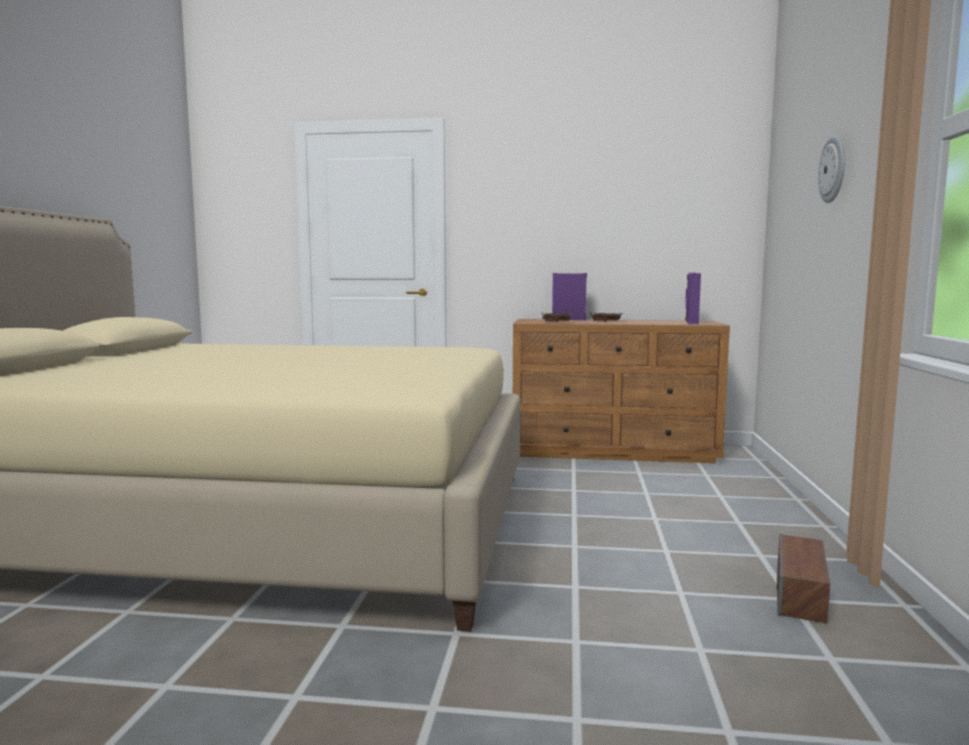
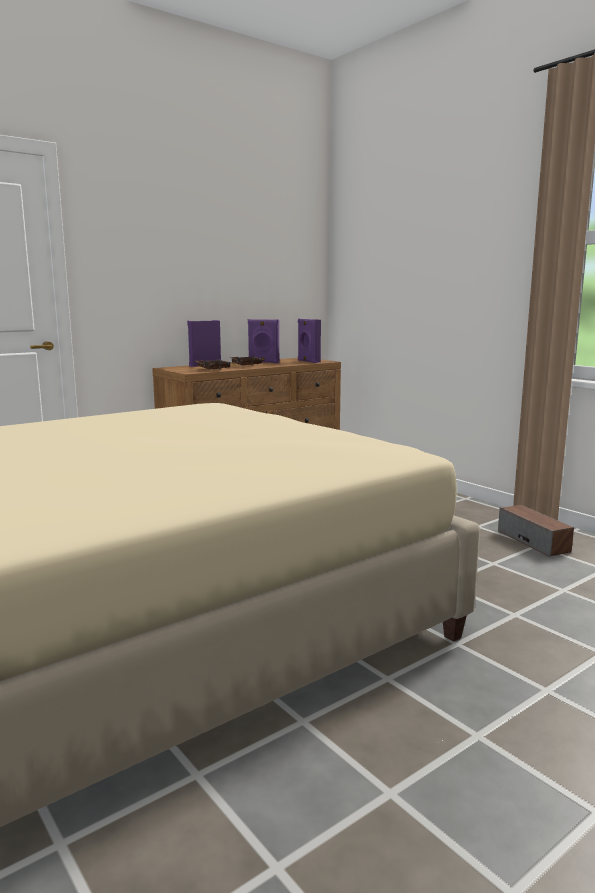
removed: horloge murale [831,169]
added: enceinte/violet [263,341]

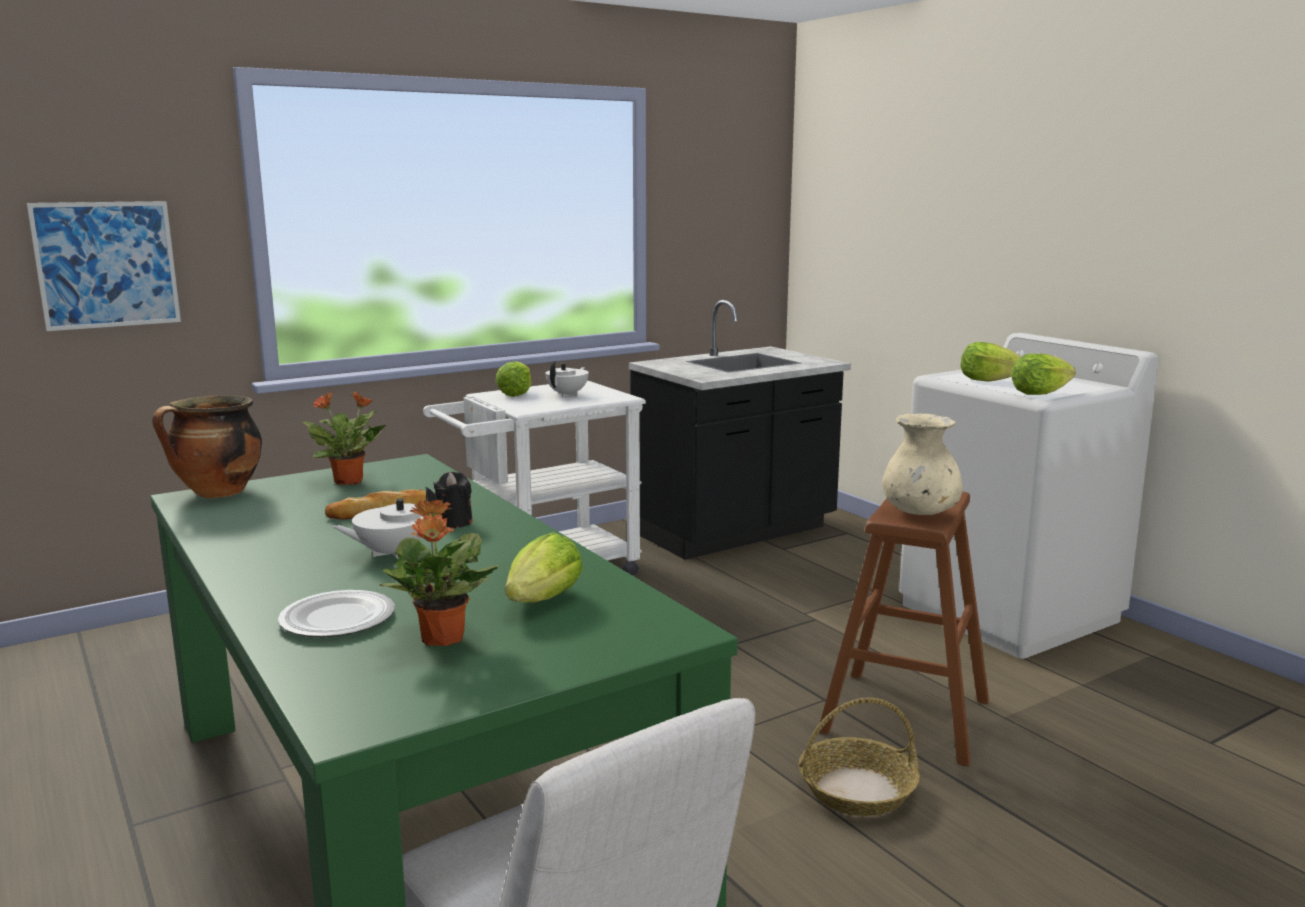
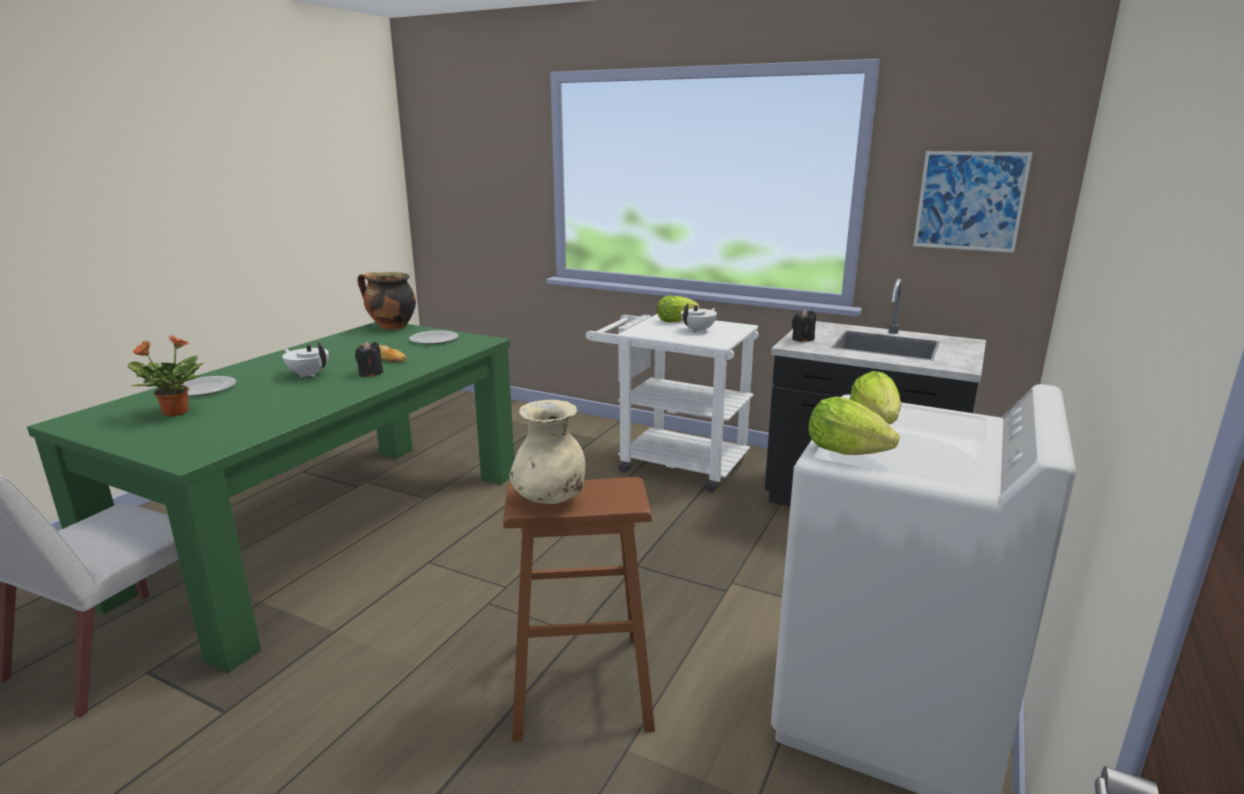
removed: laitue [543,567]; panier [859,757]
added: bougie/noir [804,325]
moved: tableau [104,266] to [973,202]
replaced: plante en pot [344,438] to assiette [433,337]
turned: théière/blanc [567,379] = [699,318] 45 degrees counterclockwise

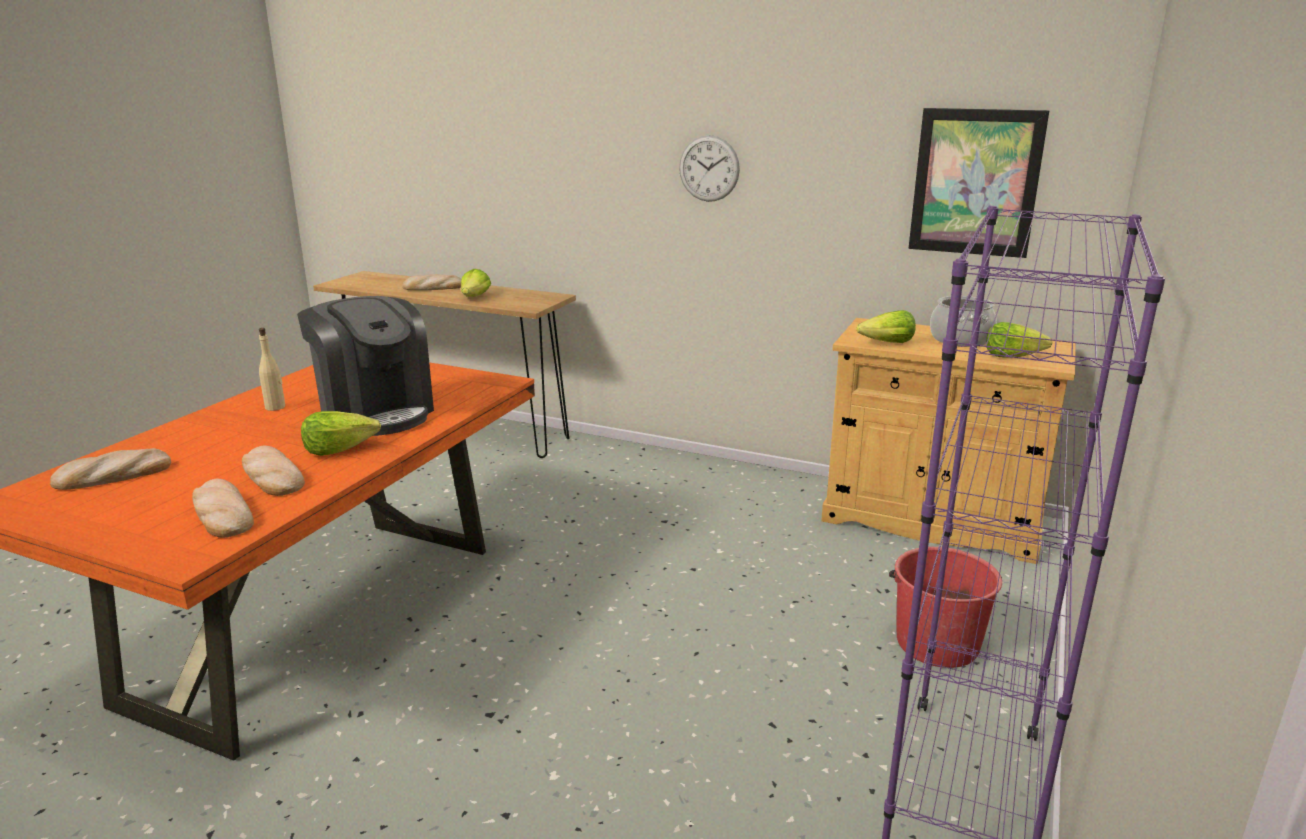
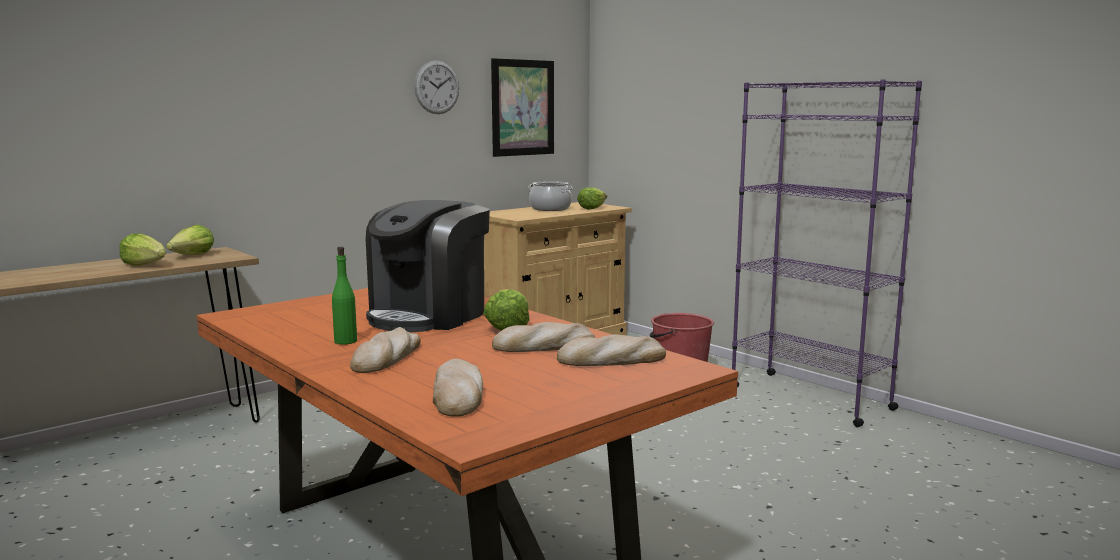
moved: horloge murale [709,168] to [436,87]; pain [432,282] to [385,350]; laitue [886,326] to [190,240]
recoloured: bouteille/beige [272,369] to bouteille/vert [344,296]
turned: machine à café [365,366] = [428,266] 135 degrees clockwise

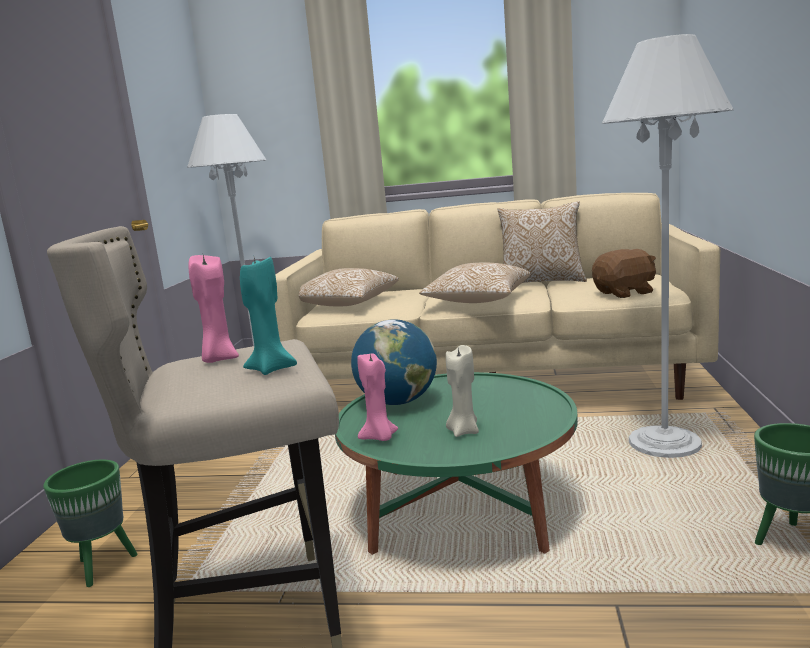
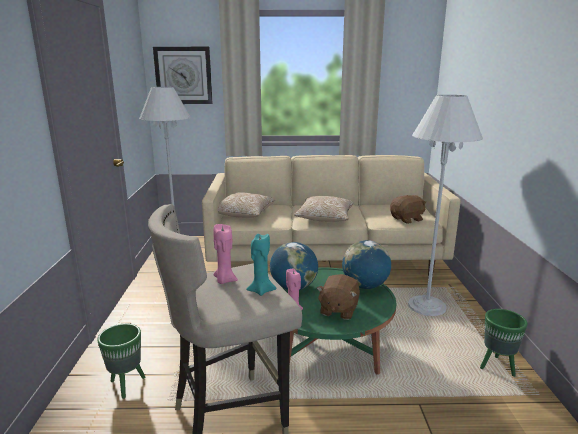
removed: coussin [542,242]
added: horloge murale [183,75]; globe [366,264]
replaced: bougie/beige [462,391] to peluche/marron [338,297]

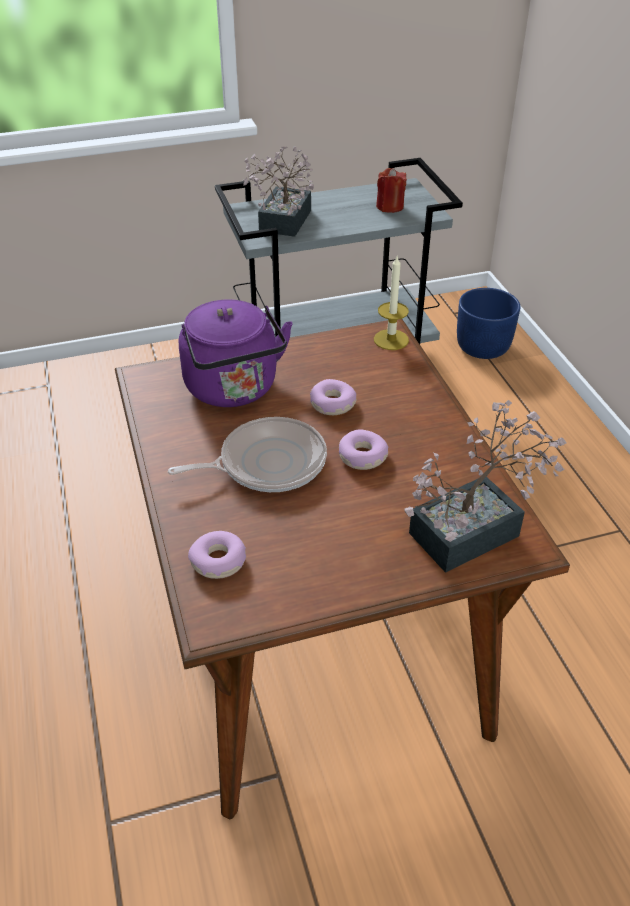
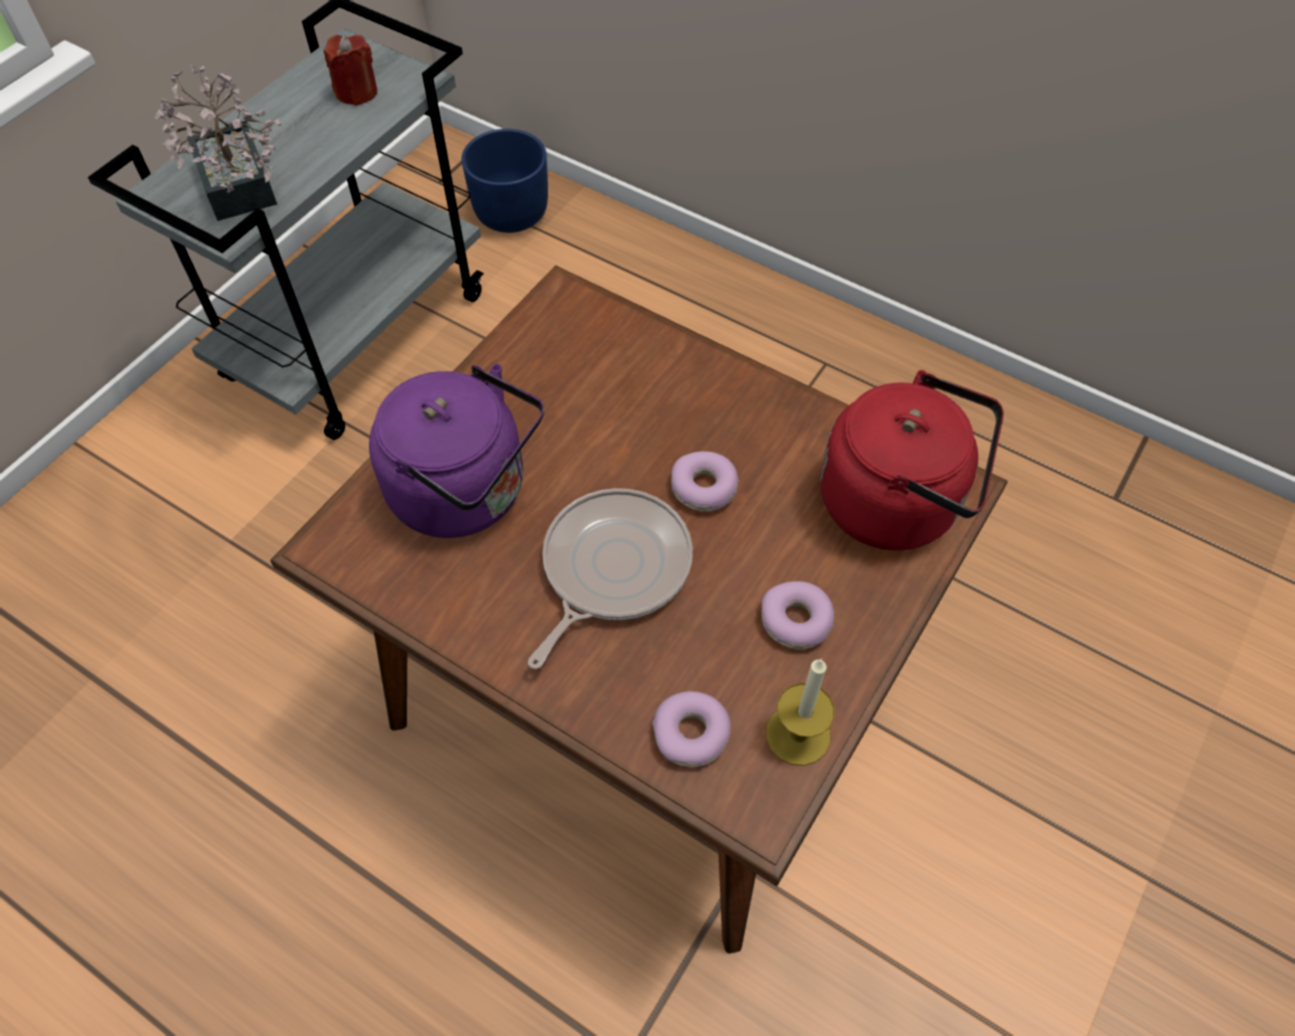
moved: bougie [391,303] to [800,712]; beignet [333,397] to [798,615]
replaced: plante en pot [486,486] to bouilloire/rouge [912,460]

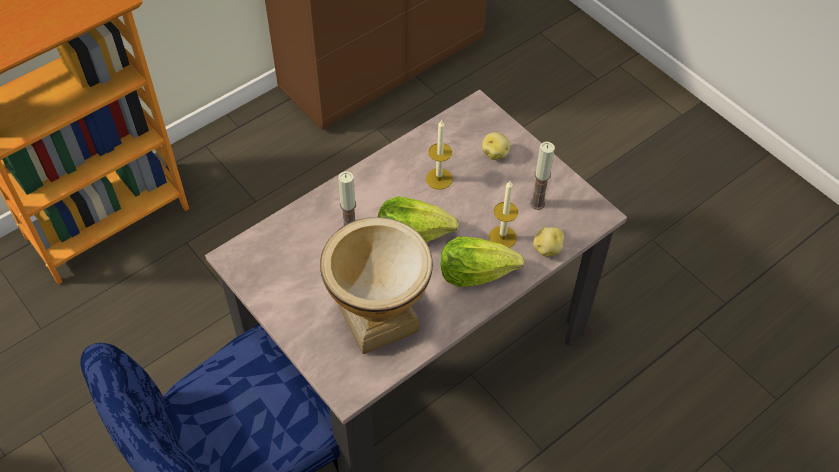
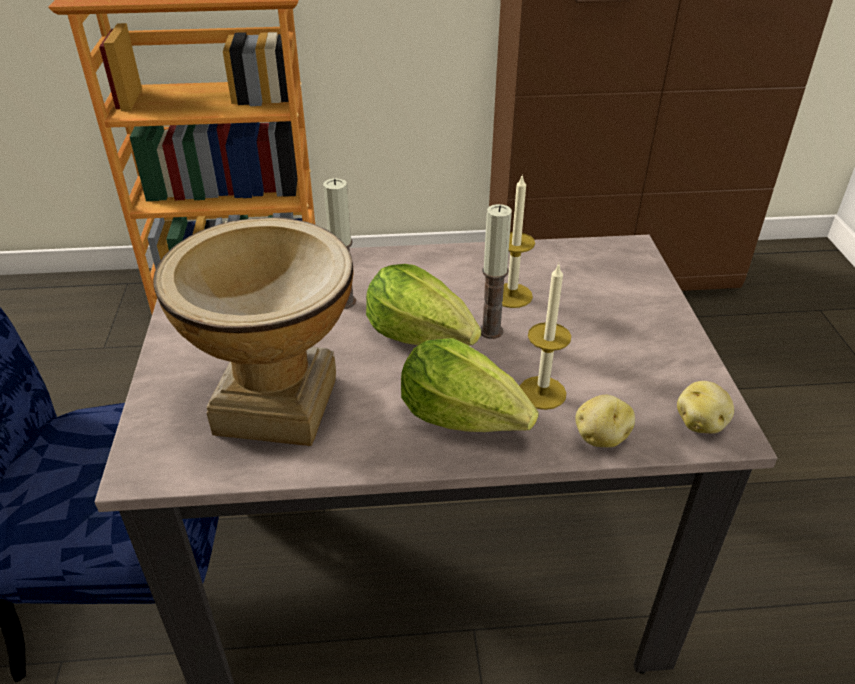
moved: pomme de terre [496,146] to [705,407]; bougie [542,176] to [496,271]

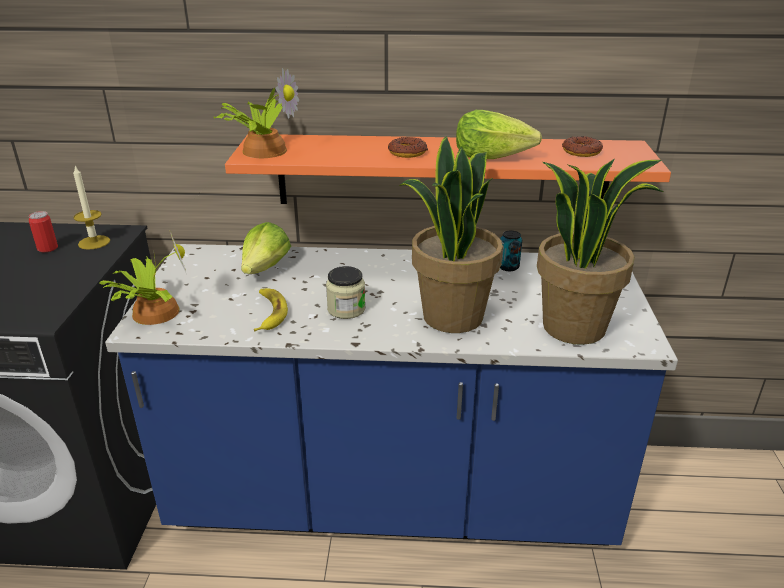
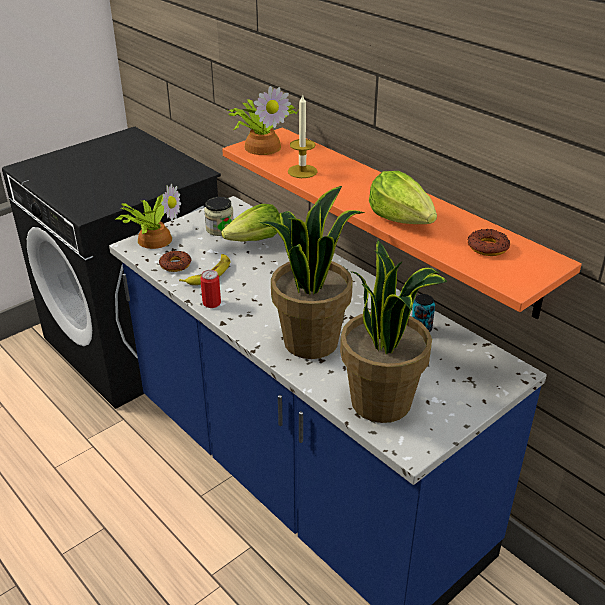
moved: beignet [408,147] to [175,261]; bougie [91,208] to [303,136]; boîte métallique [43,231] to [210,289]; bocal [345,292] to [219,216]

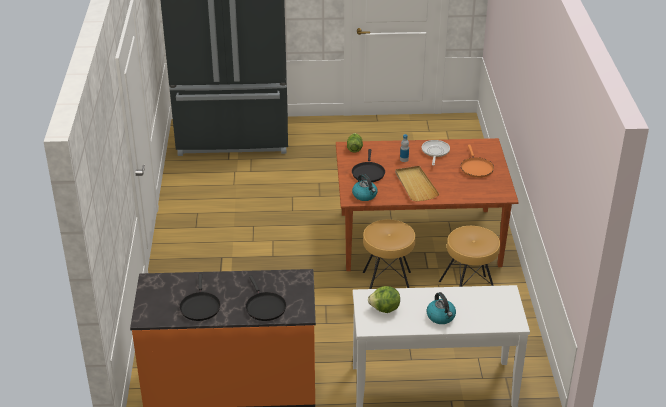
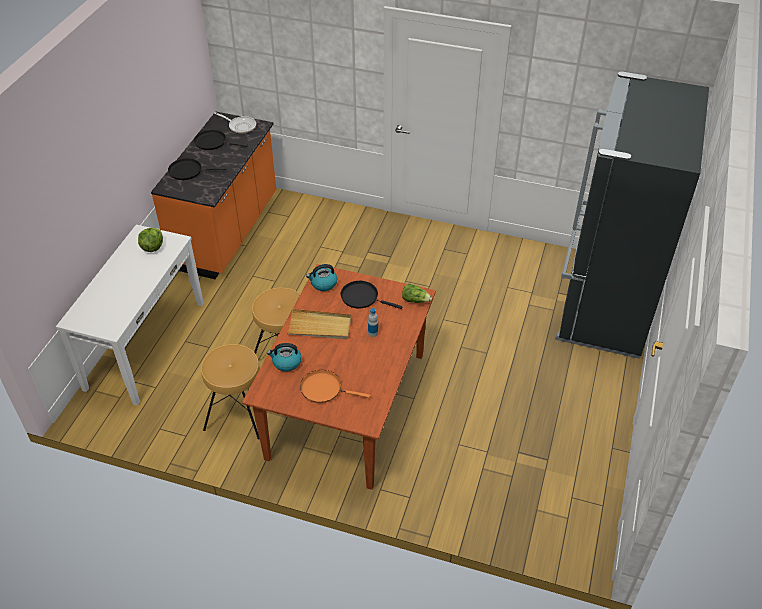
moved: poêle [436,152] to [235,123]; bouilloire [441,308] to [284,357]

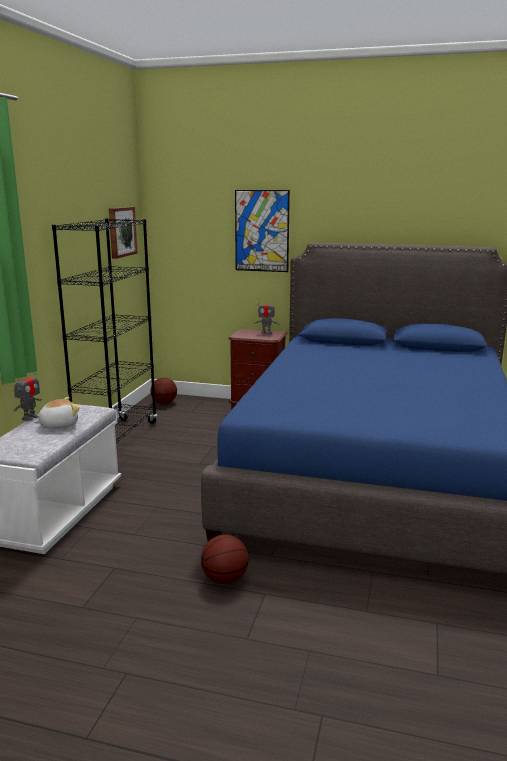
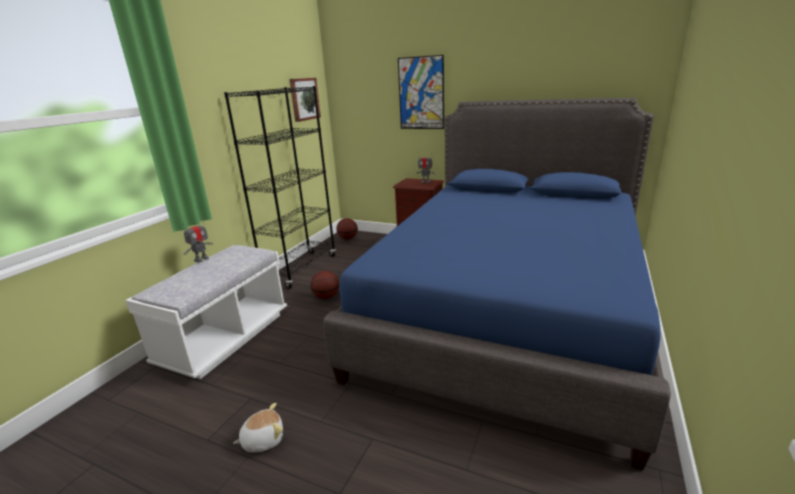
moved: peluche [57,413] to [258,428]; ballon de basket [225,559] to [324,285]

